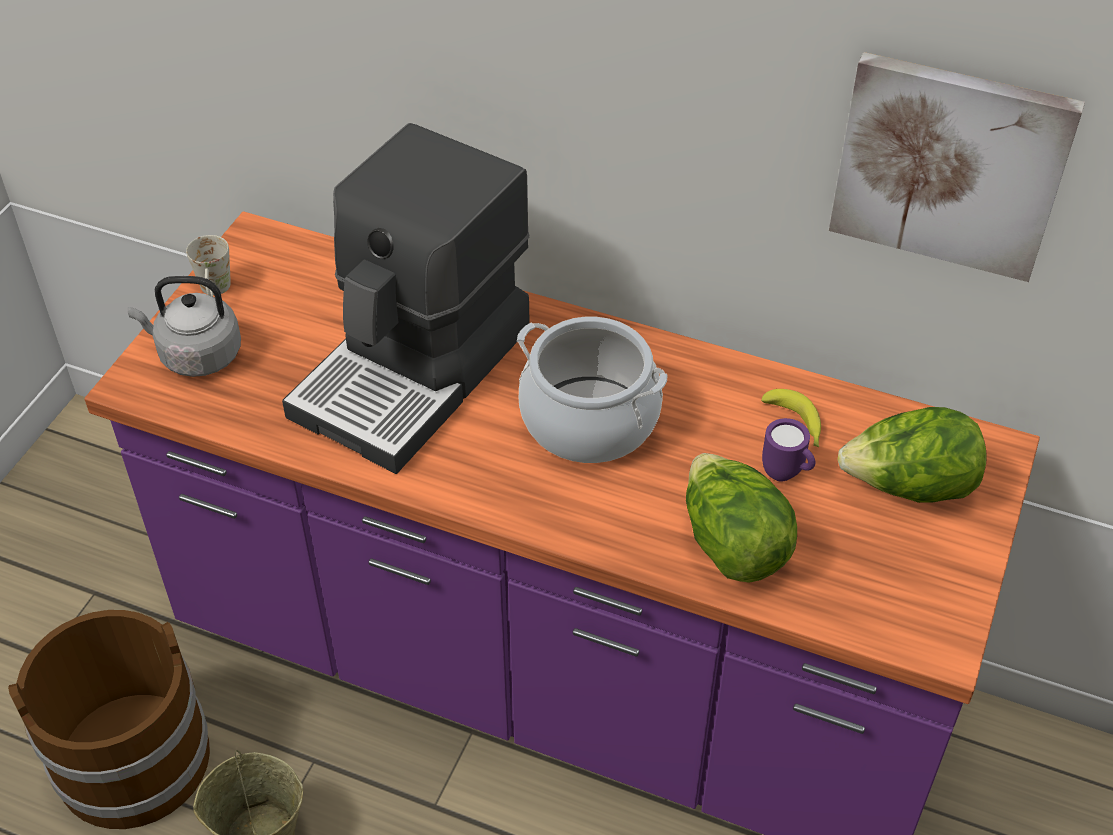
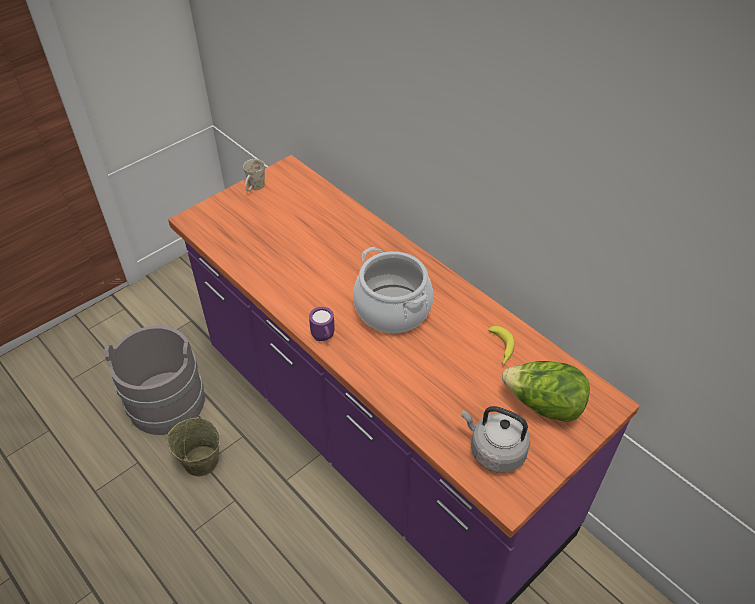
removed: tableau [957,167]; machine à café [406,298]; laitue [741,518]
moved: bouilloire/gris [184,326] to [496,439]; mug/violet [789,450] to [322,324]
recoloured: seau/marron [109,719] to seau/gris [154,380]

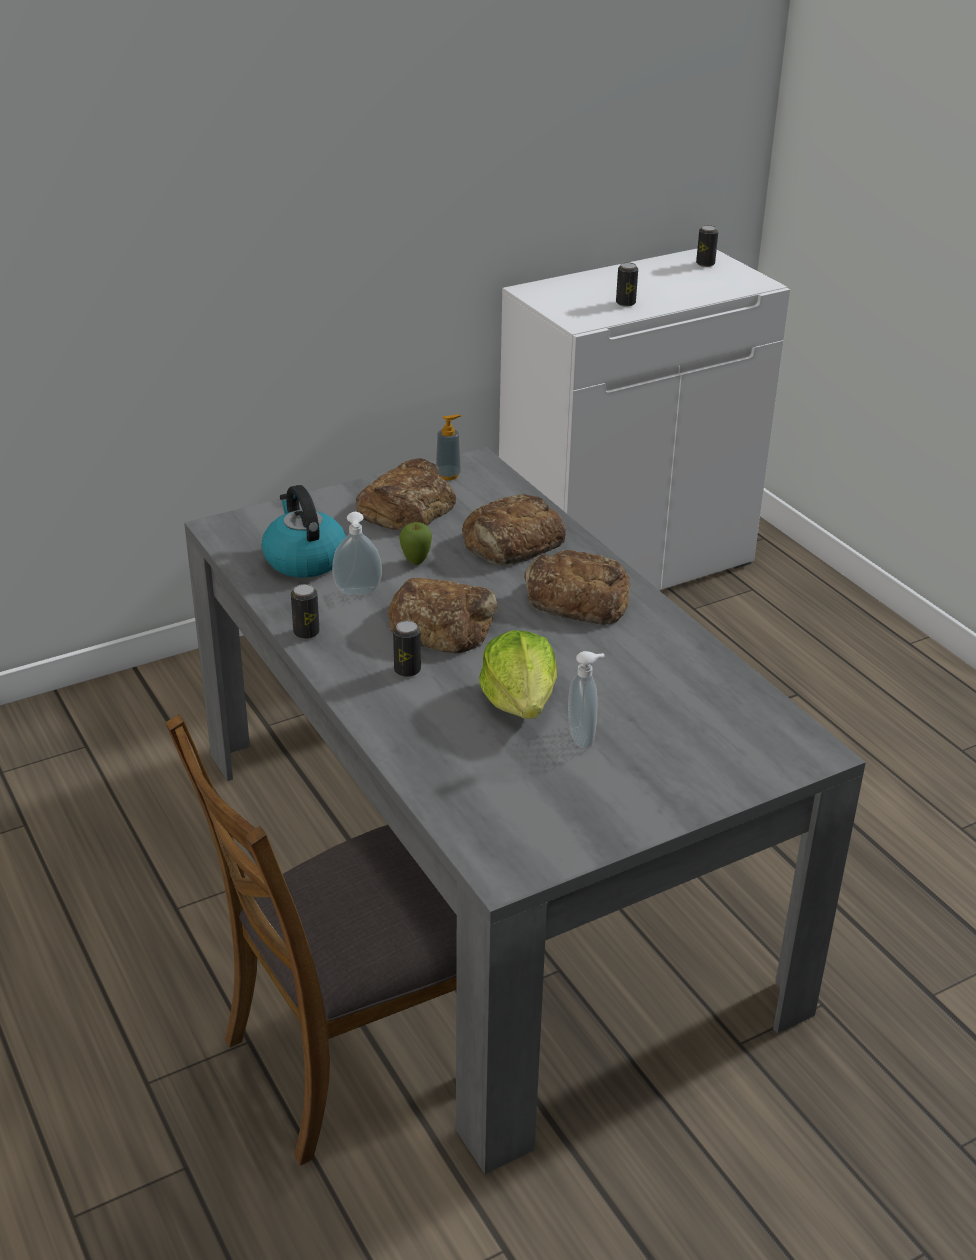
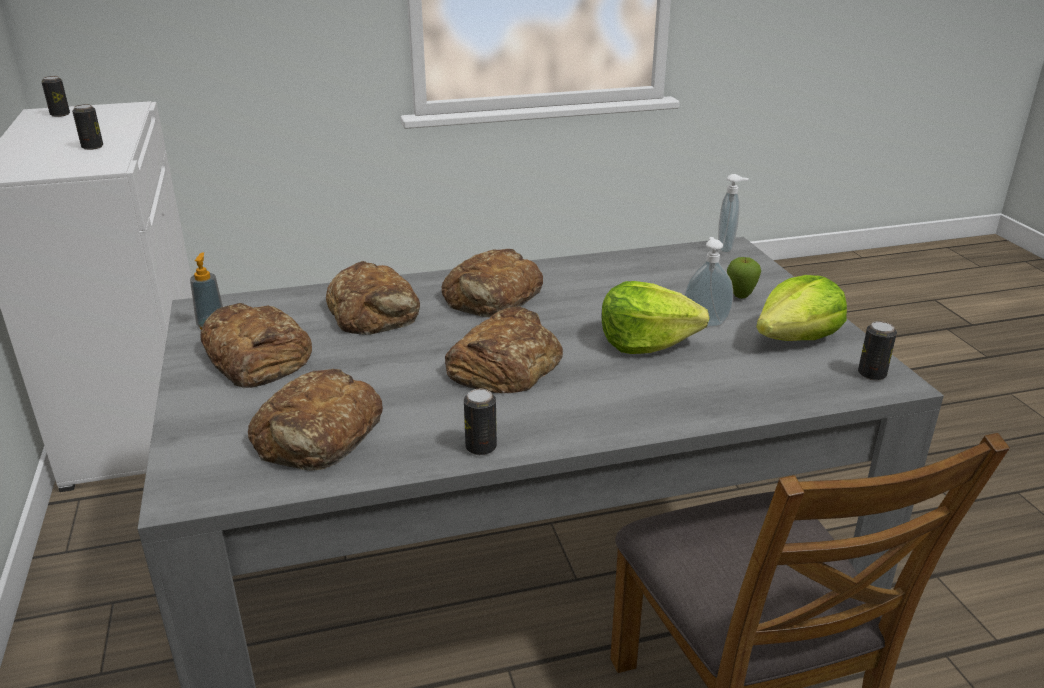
added: laitue [801,308]
moved: distributeur de savon [357,553] to [733,213]; pomme [415,543] to [744,278]; boîte métallique [407,648] to [877,350]
replaced: bouilloire [304,531] to pain [315,420]

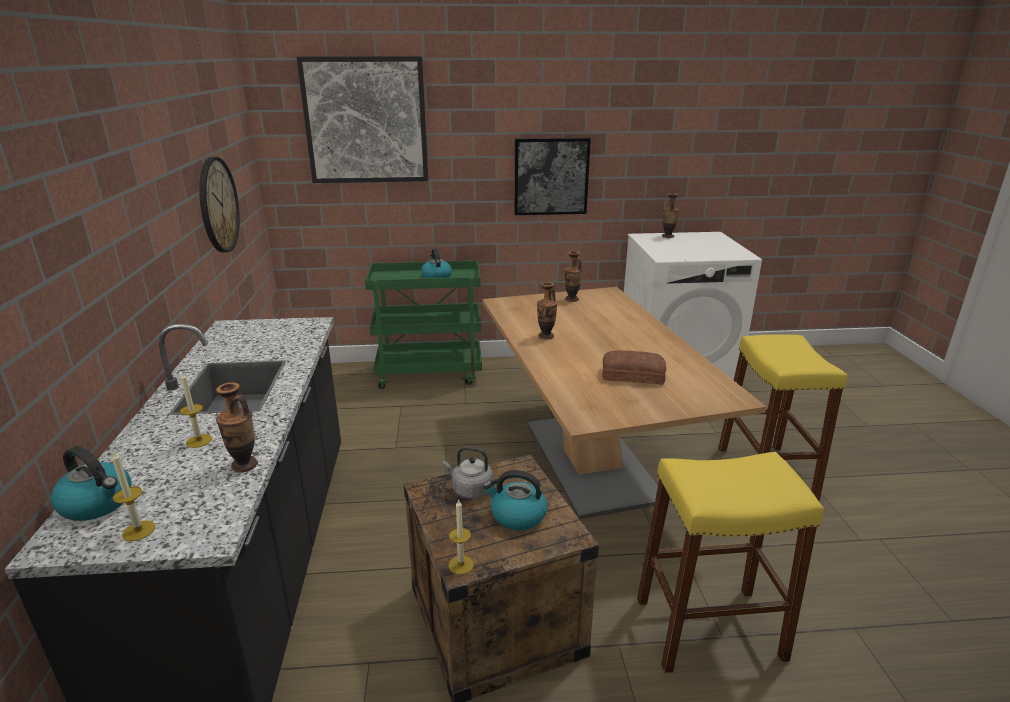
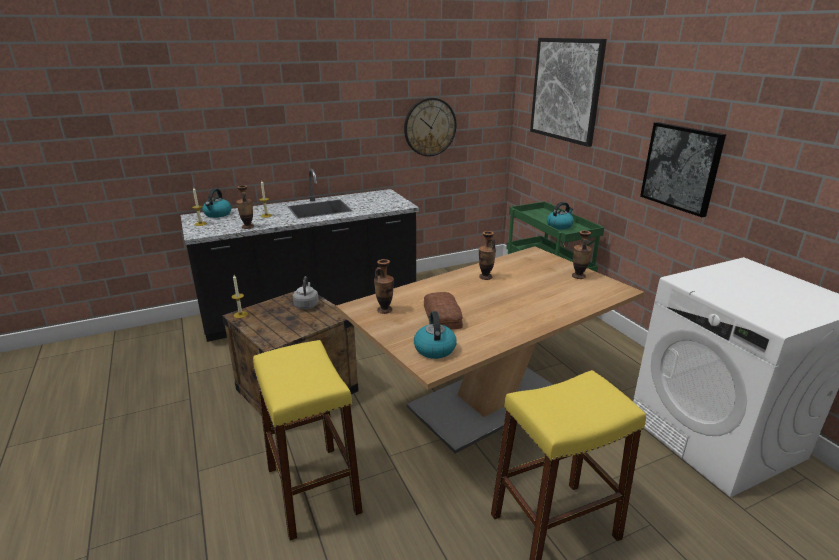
moved: vase [670,215] to [384,286]; bouilloire [515,500] to [435,335]

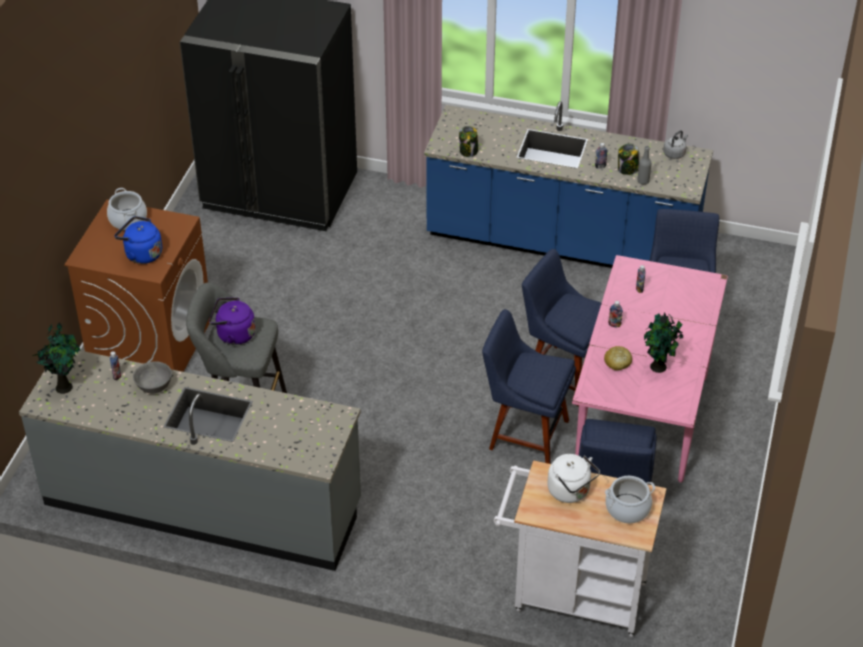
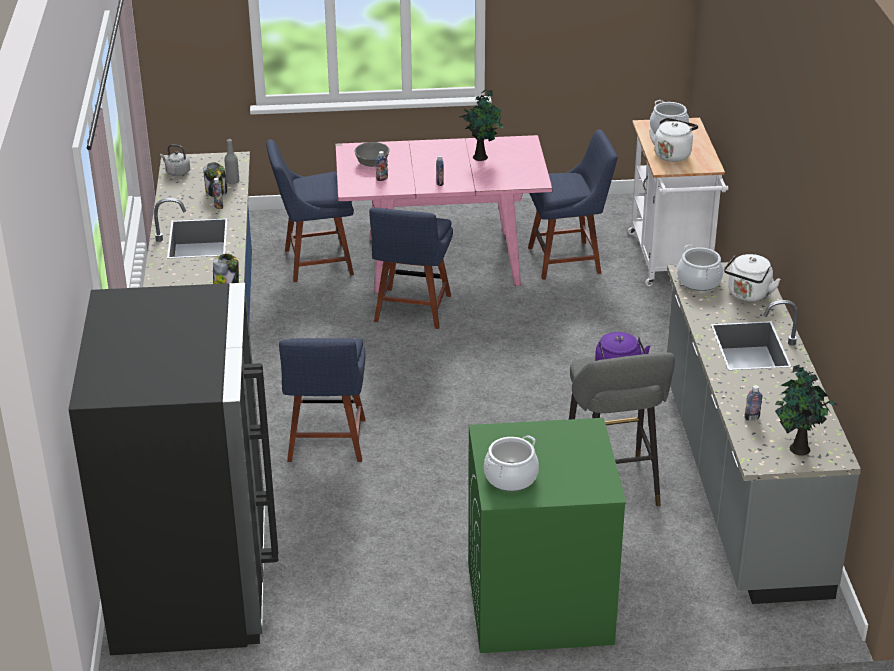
removed: bouilloire/bleu [138,240]; pain [618,358]
added: marmite [700,268]; bouilloire/blanc [752,278]
moved: chaise/bleu [529,386] to [322,400]; bol/gris [152,377] to [372,154]
recoloured: lave-linge/marron [137,286] to lave-linge/vert [547,535]

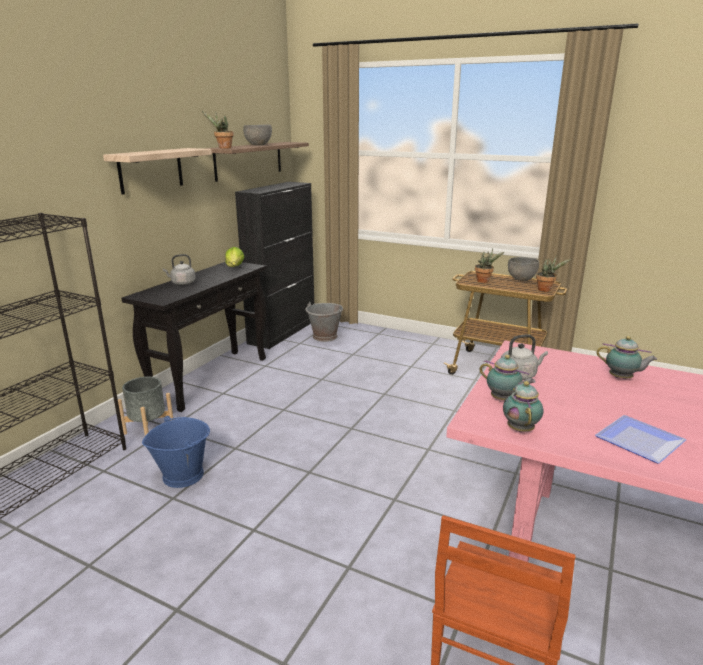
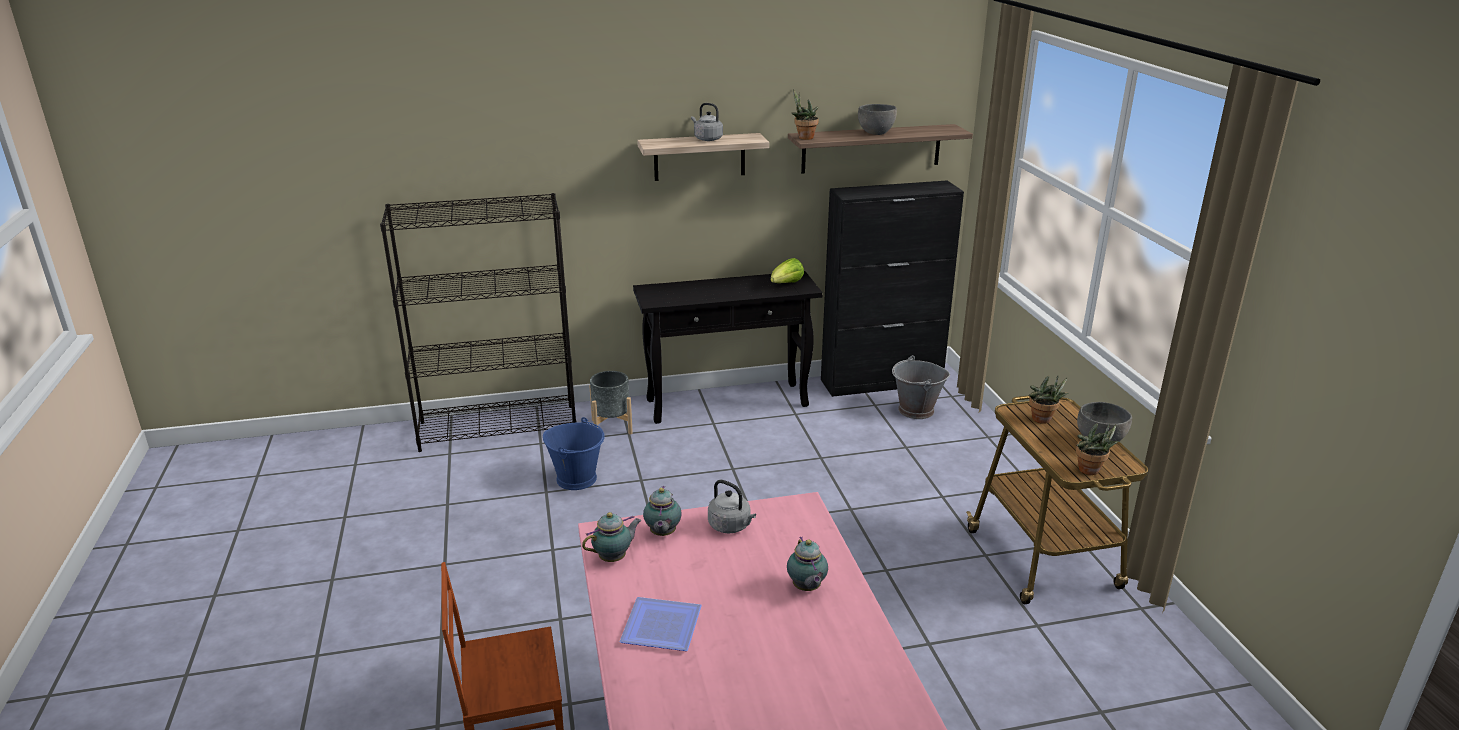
moved: bouilloire/gris [179,269] to [707,122]

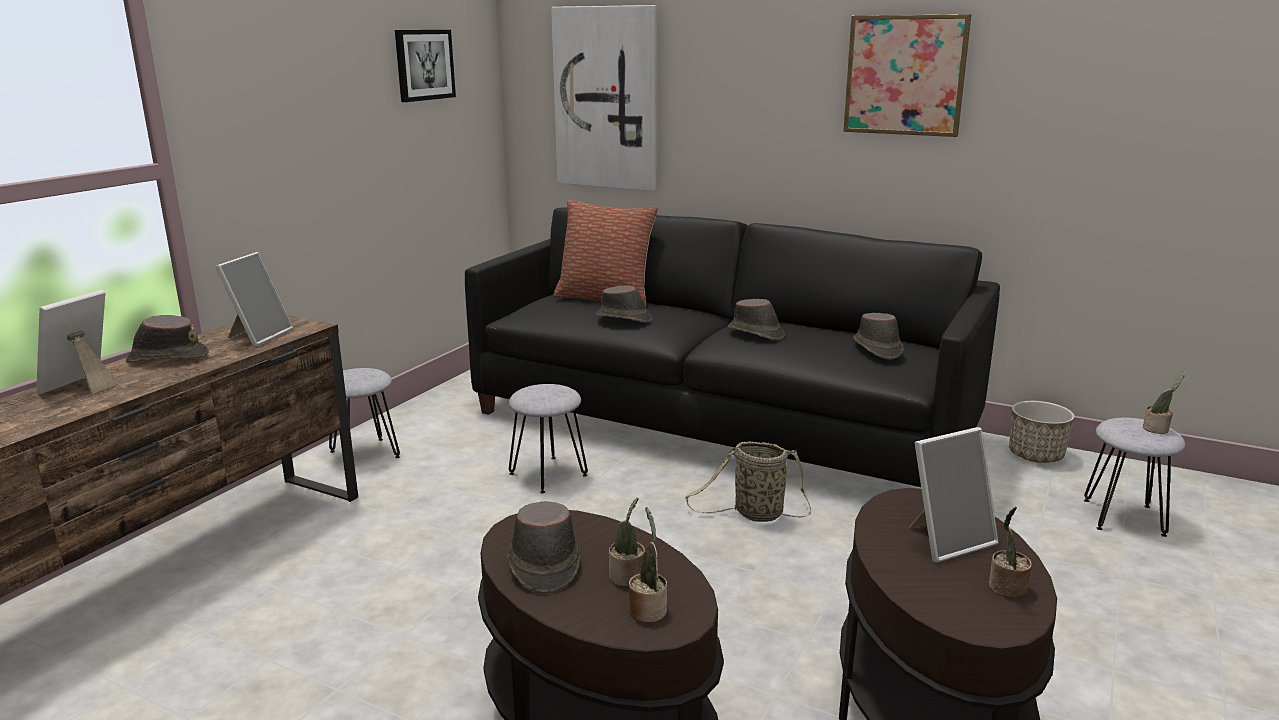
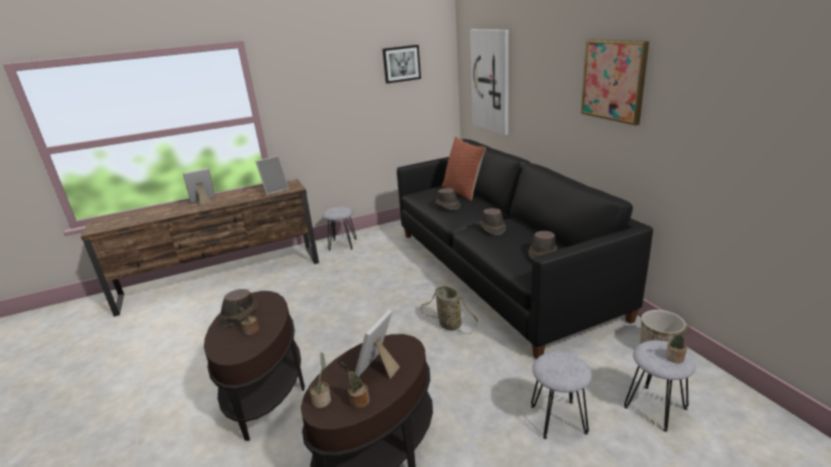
removed: chapeau/marron [167,339]
moved: tabouret/gris [548,438] to [561,395]; plante en pot [648,565] to [320,380]
turned: cadre photo [954,495] = [377,344] 105 degrees clockwise

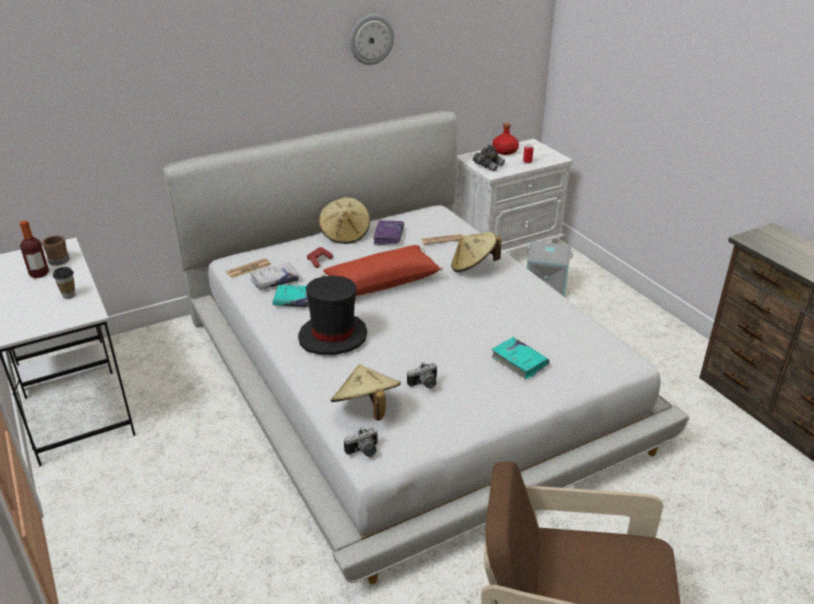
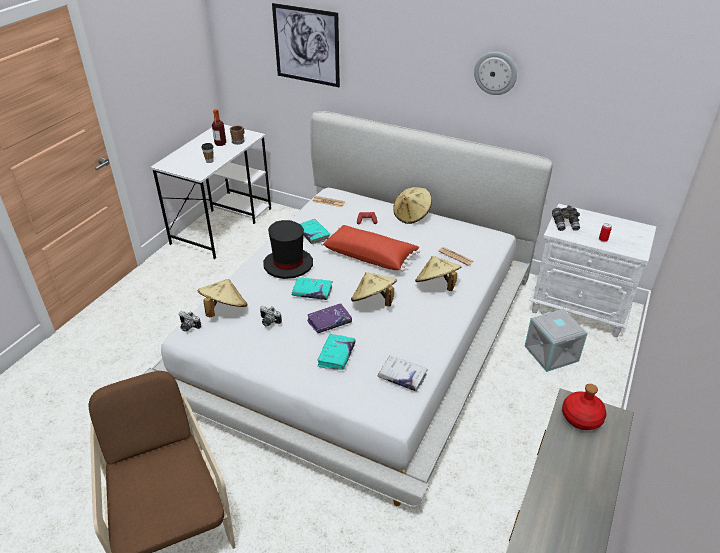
added: tableau [306,45]; chapeau/beige [374,289]; livre/turquoise [312,288]
moved: bouteille/rouge [505,139] to [584,407]; livre/violet [389,232] to [329,318]; livre/blanc [274,276] to [403,373]

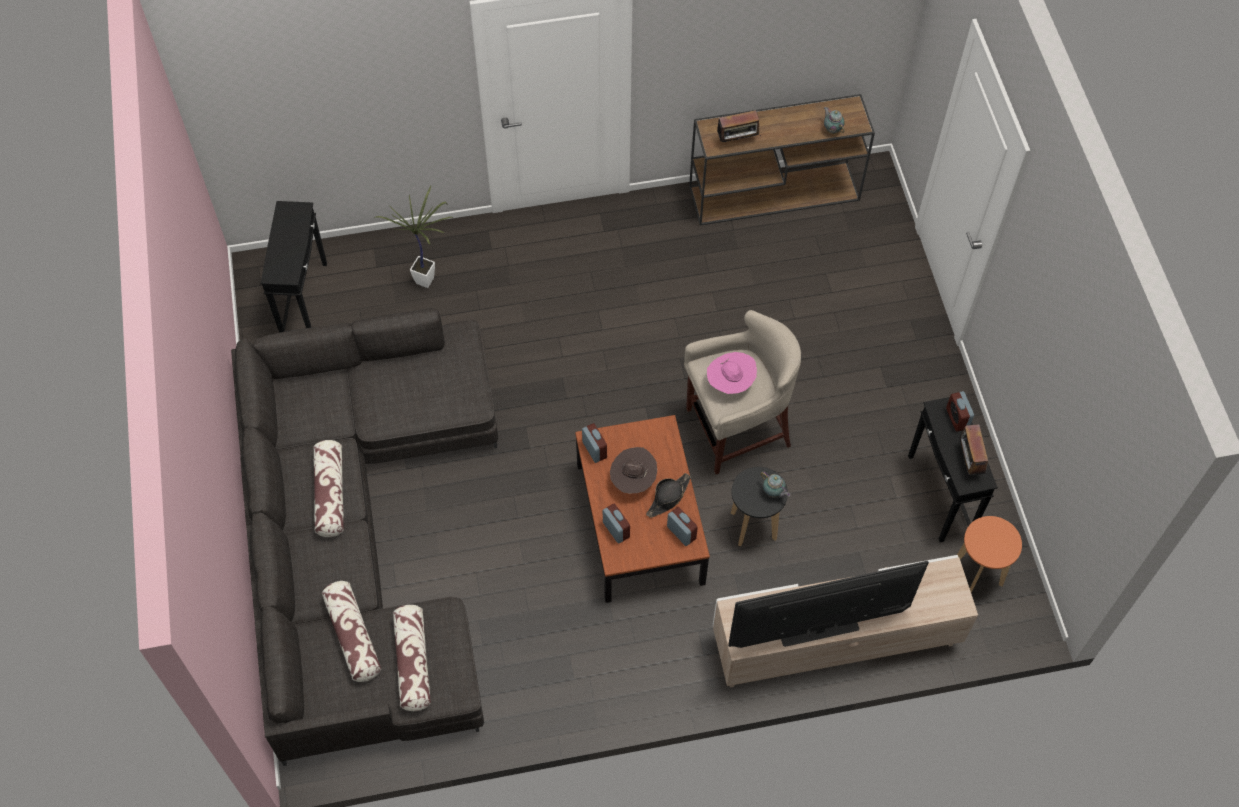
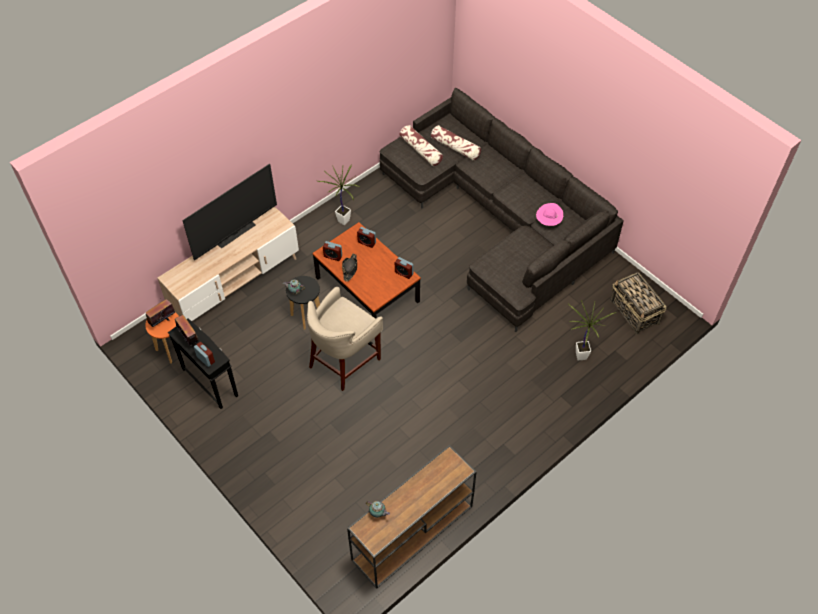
removed: coussin [328,488]; chapeau/marron [633,470]
added: plante en pot [339,194]
moved: radio [739,126] to [160,312]; chapeau/rose [732,373] to [549,214]
replaced: table d'appoint/noir [293,267] to panier [638,304]

